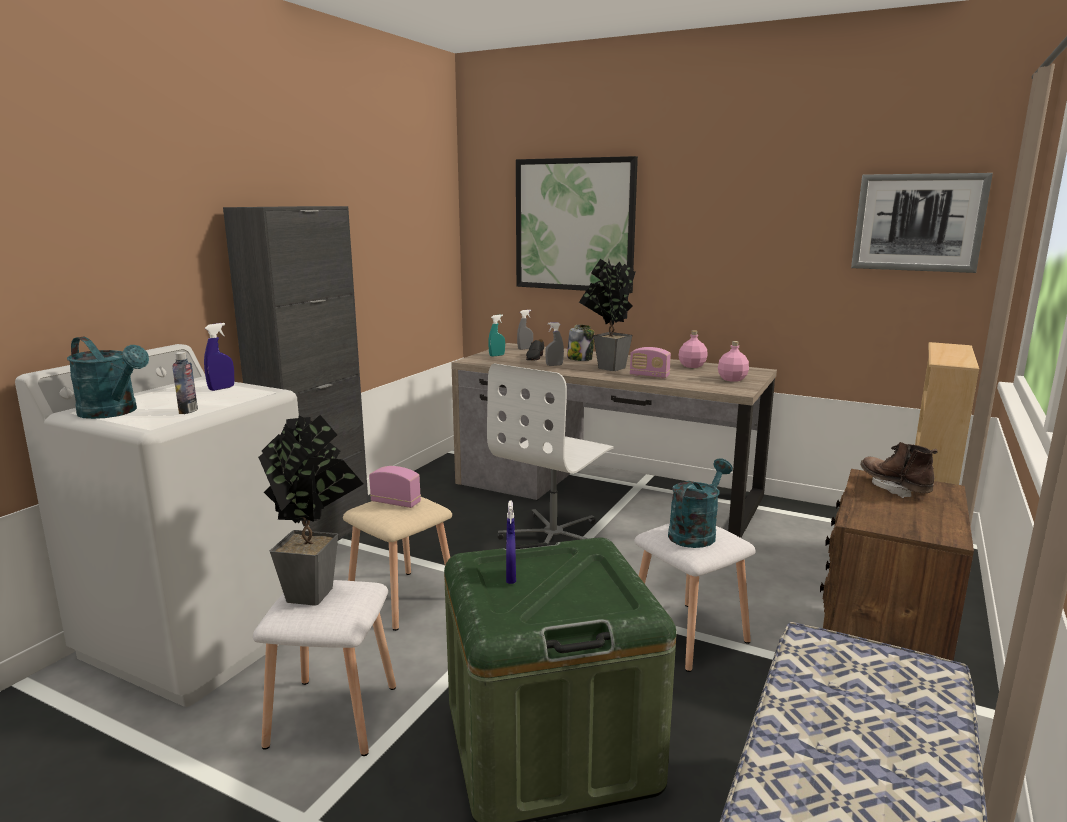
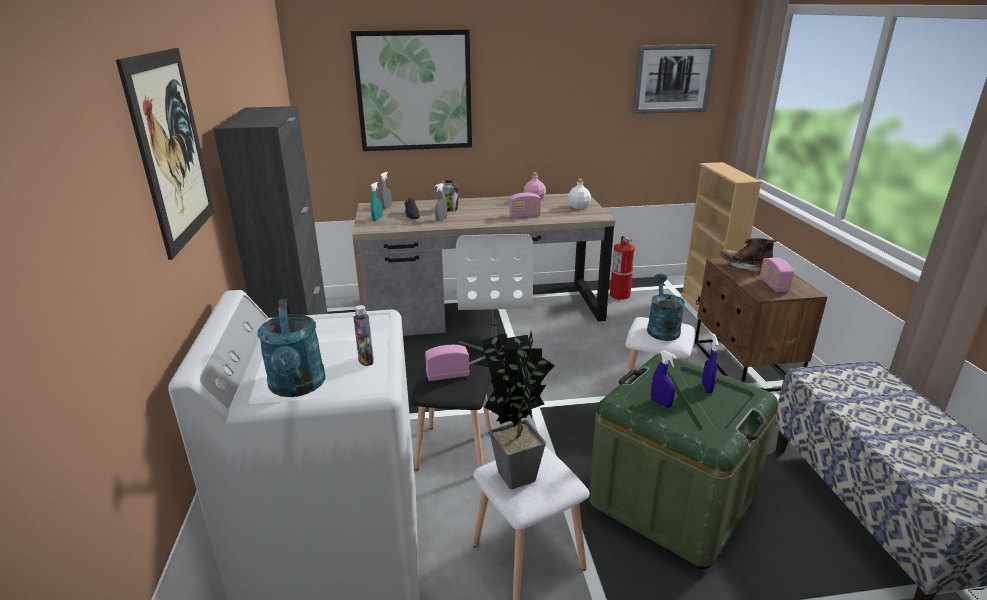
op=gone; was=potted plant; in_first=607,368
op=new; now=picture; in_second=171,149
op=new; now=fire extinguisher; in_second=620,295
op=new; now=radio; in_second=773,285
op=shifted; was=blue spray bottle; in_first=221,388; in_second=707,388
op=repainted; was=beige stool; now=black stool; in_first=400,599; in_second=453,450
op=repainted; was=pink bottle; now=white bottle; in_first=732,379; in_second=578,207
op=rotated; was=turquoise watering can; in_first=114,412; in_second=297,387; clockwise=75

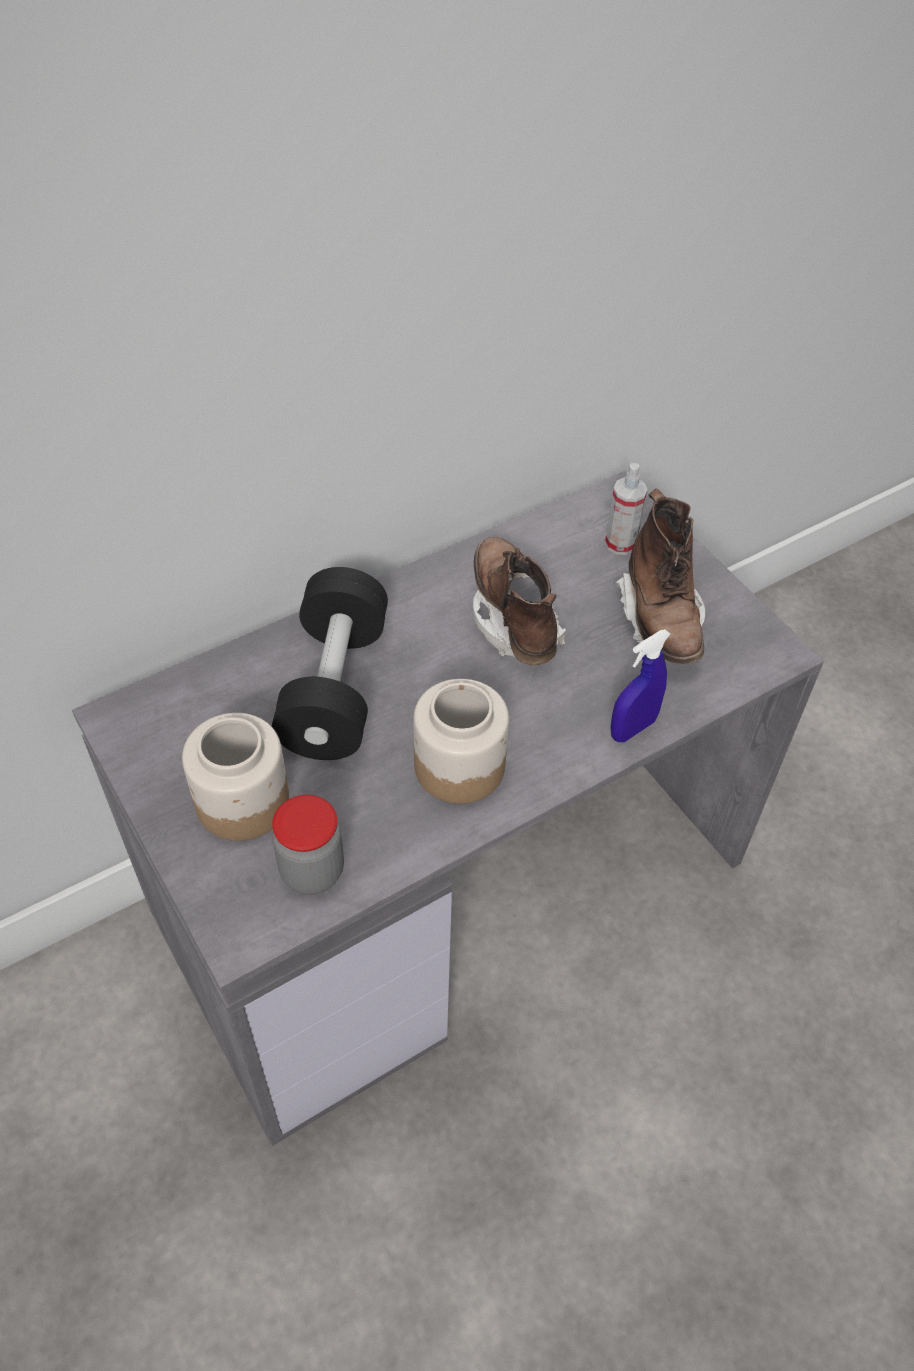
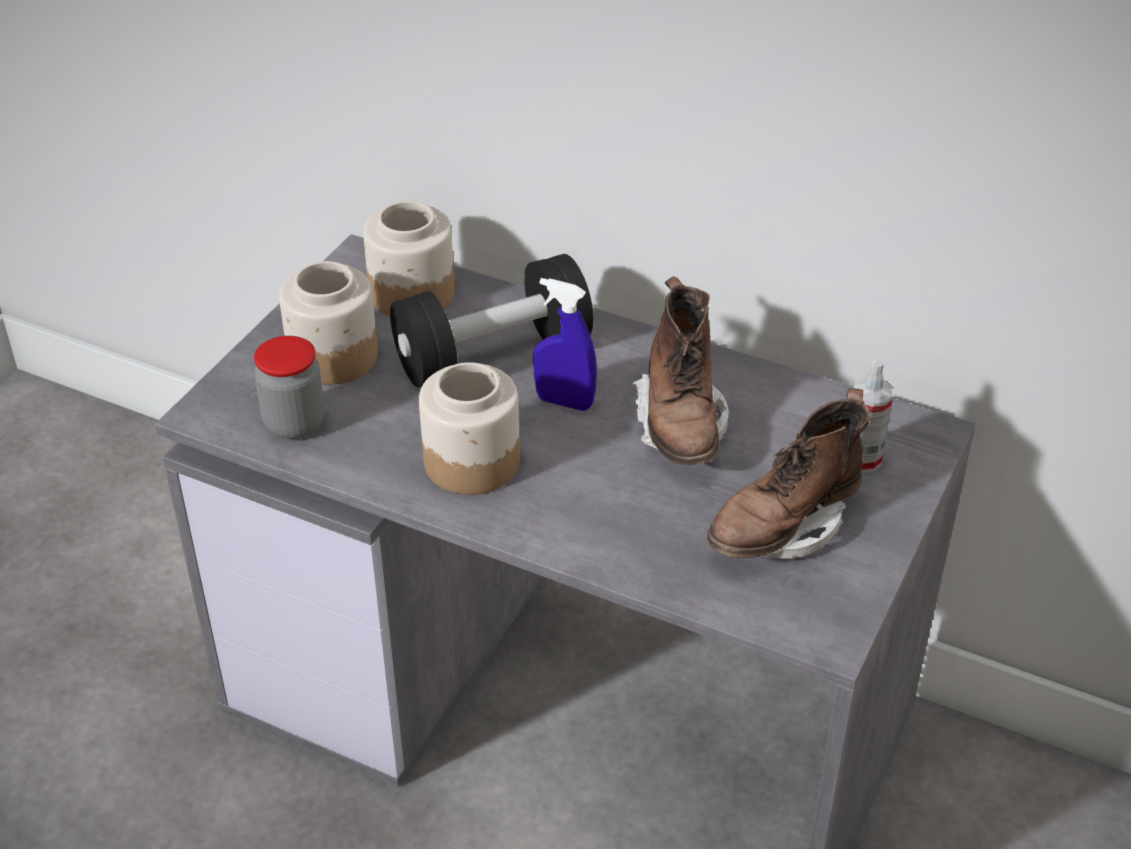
op=new; now=jar; in_second=411,293
op=shifted; was=blue spray bottle; in_first=632,728; in_second=564,402
op=rotated; was=brown boot; in_first=513,619; in_second=680,426; clockwise=135

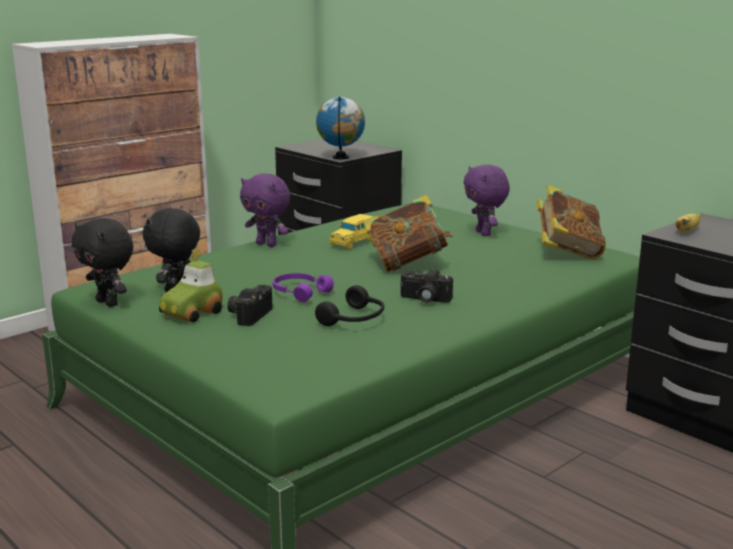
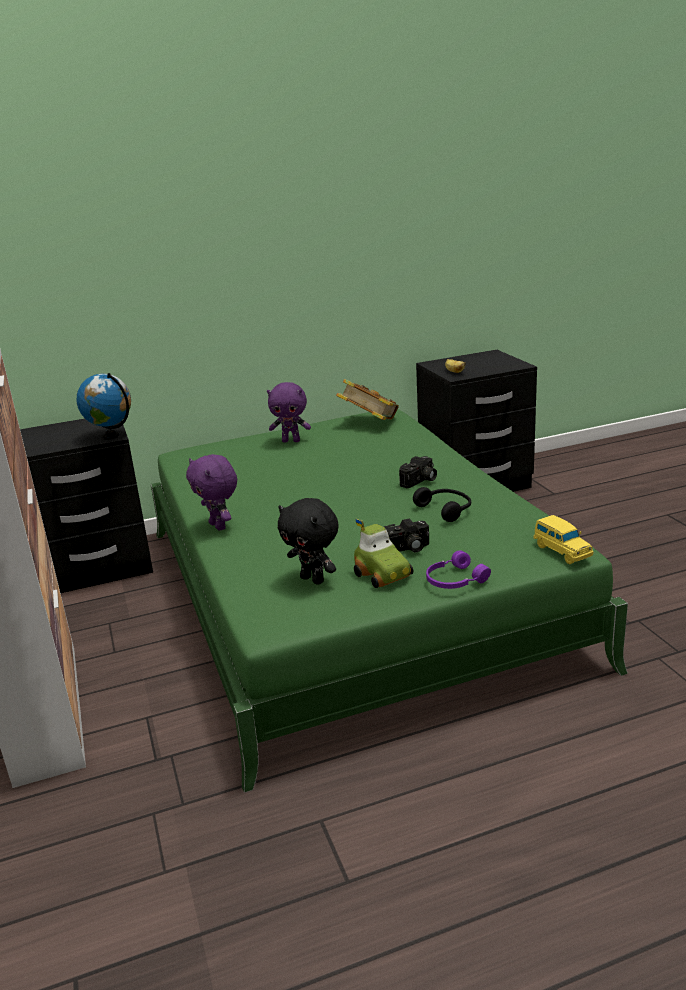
op=gone; was=black plush toy; in_first=109,303
op=gone; was=book; in_first=407,263
op=shifted; was=purple headphones; in_first=300,292; in_second=454,580
op=shifted; was=yellow toy car; in_first=354,242; in_second=561,551
op=rotated; was=photo camera; in_first=249,314; in_second=406,549; clockwise=-60
op=rotated; was=purple plush toy; in_first=267,244; in_second=219,526; clockwise=90

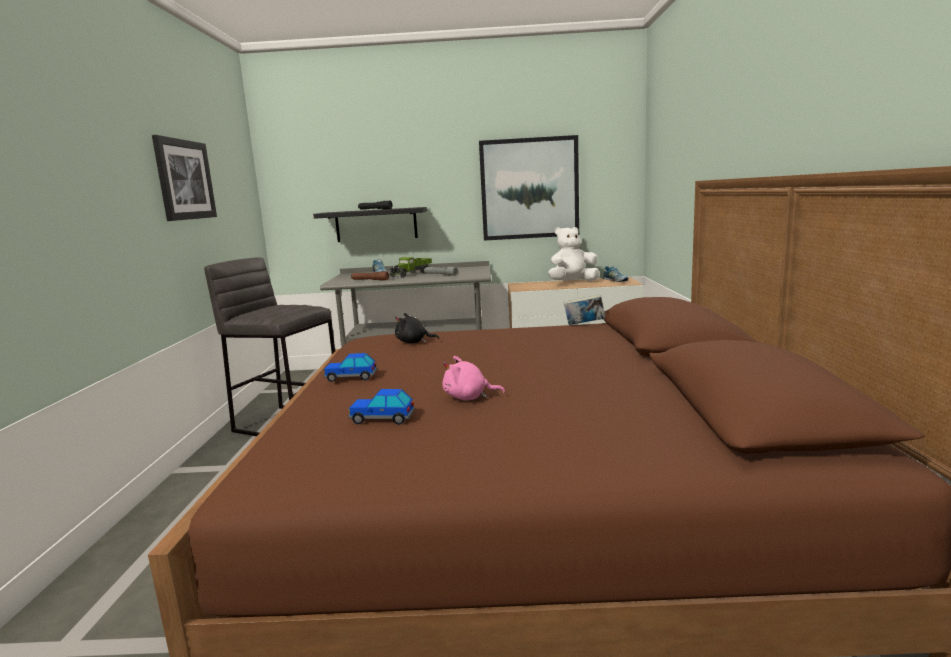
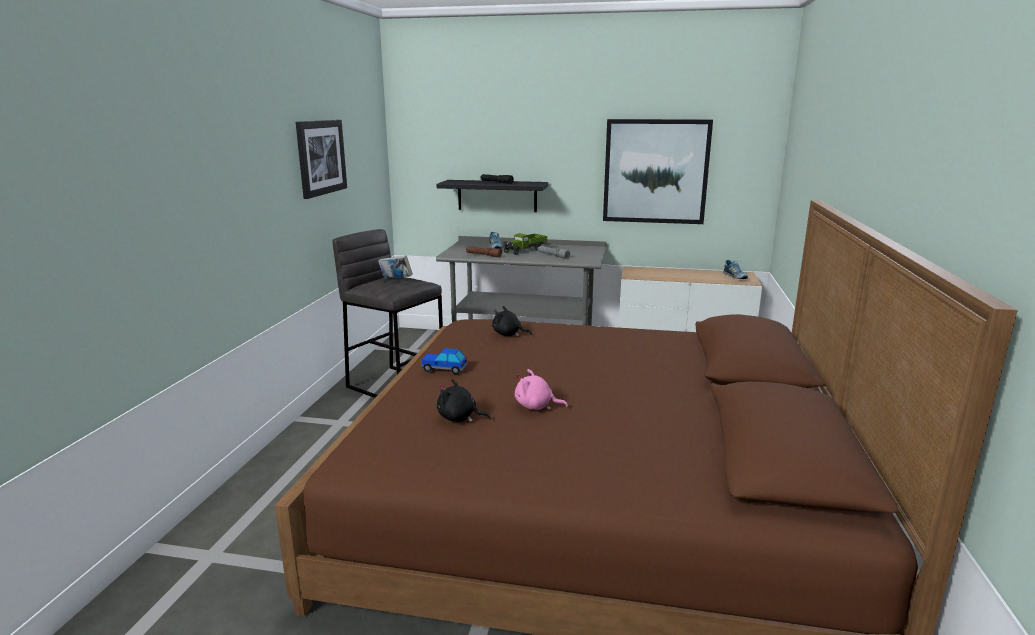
op=gone; was=white plush toy; in_first=572,282
op=shifted; was=book; in_first=584,324; in_second=396,279
op=swapped; was=toy car; now=black plush toy; in_first=382,419; in_second=459,418

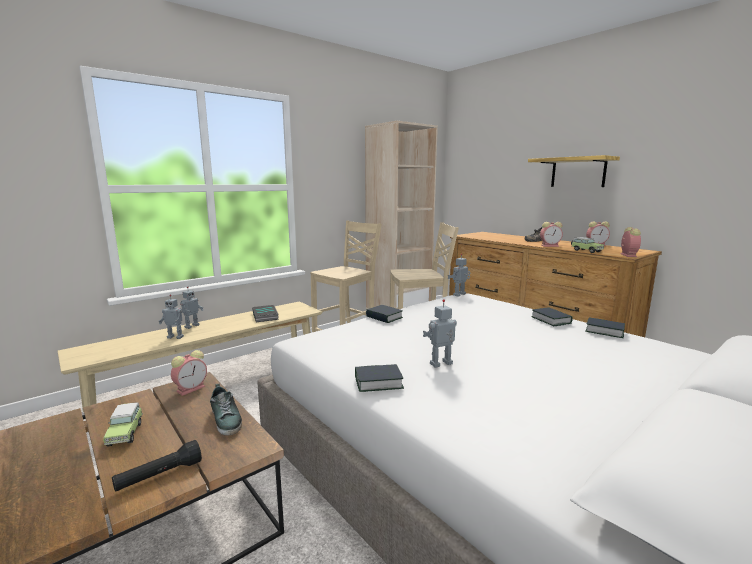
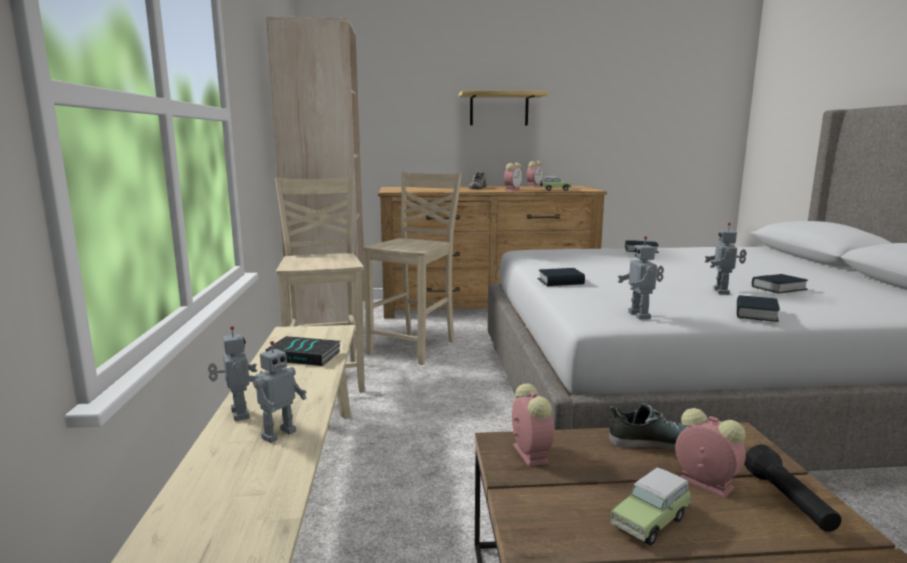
op=shifted; was=toy robot; in_first=460,295; in_second=640,315
op=shifted; was=book; in_first=604,331; in_second=778,288
op=shifted; was=alarm clock; in_first=627,255; in_second=703,483
op=rotated; was=toy car; in_first=125,433; in_second=651,521; clockwise=120

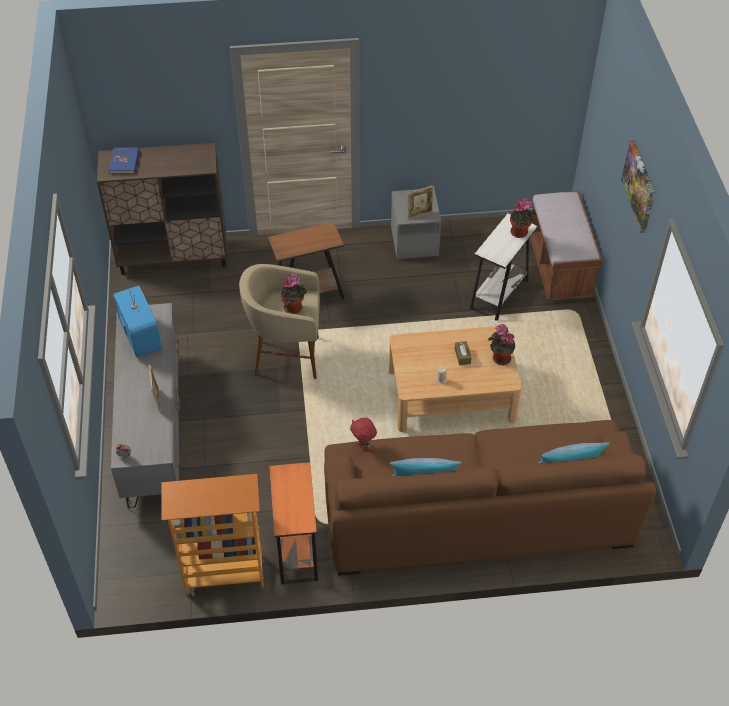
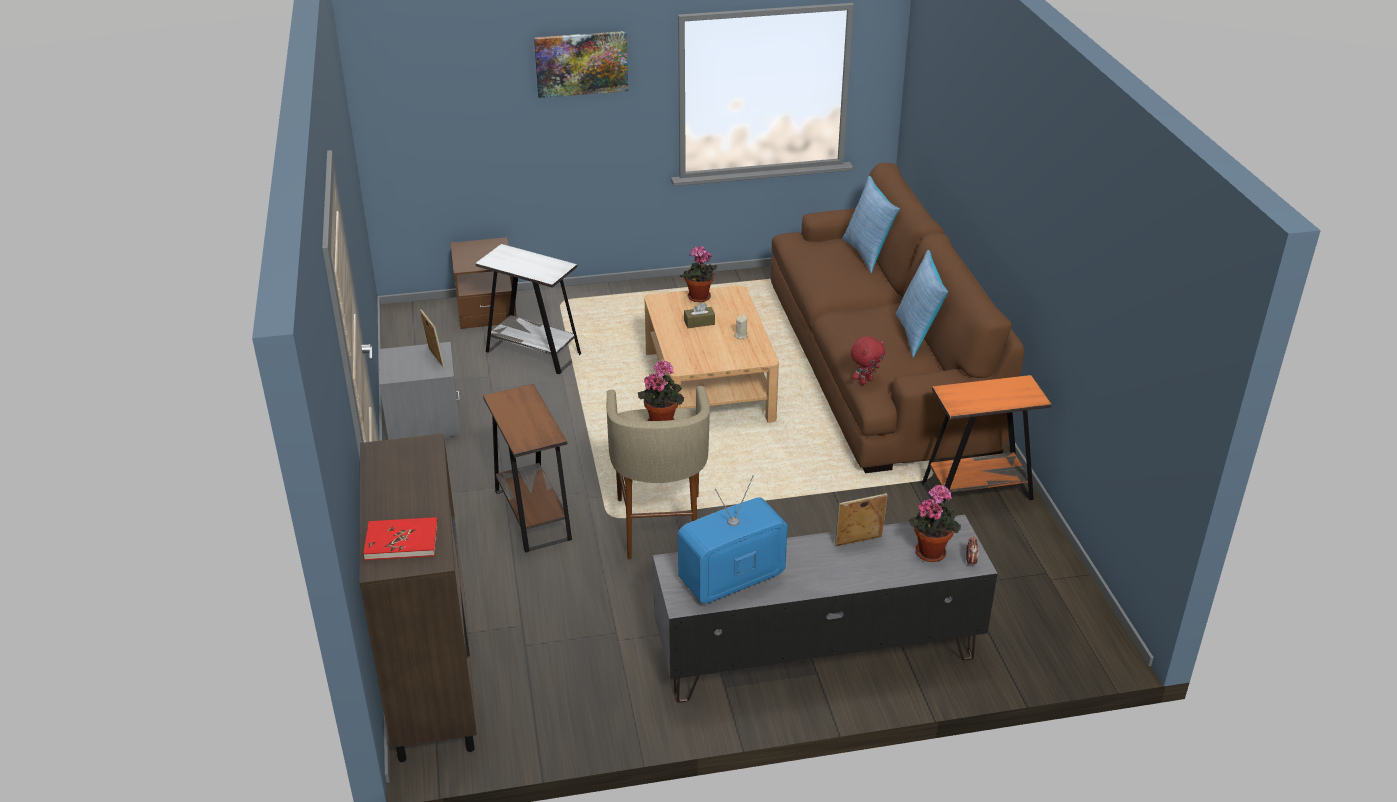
op=gone; was=bookcase; in_first=224,575
op=shifted; was=potted plant; in_first=520,233; in_second=931,551
op=swapped; was=brown bench; now=brown nightstand; in_first=559,268; in_second=486,311
op=repainted; was=blue book; now=red book; in_first=124,162; in_second=402,541

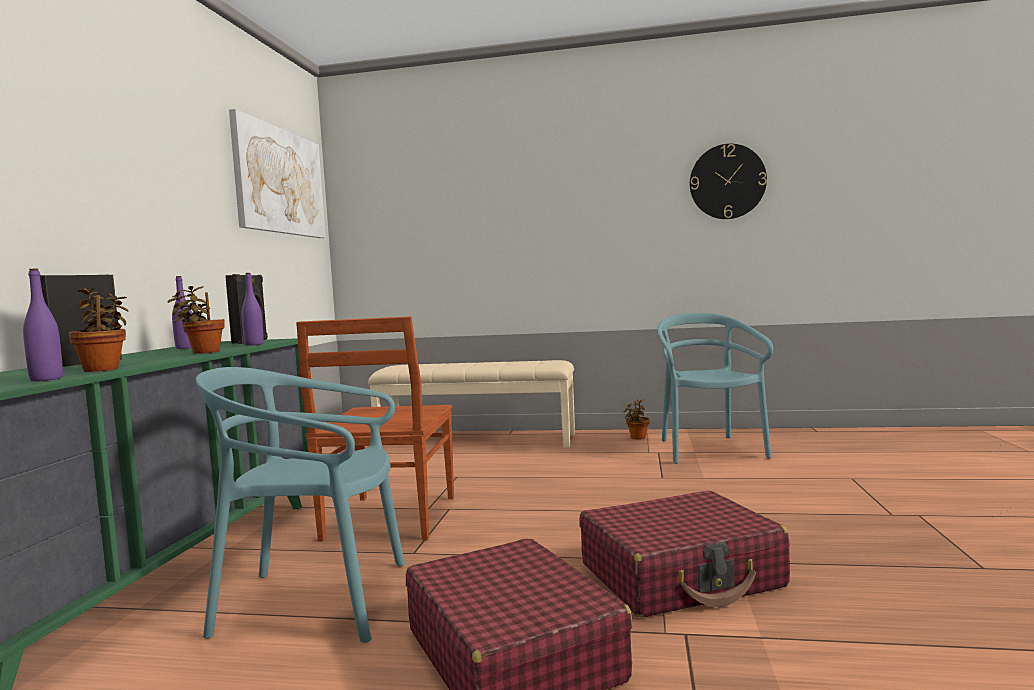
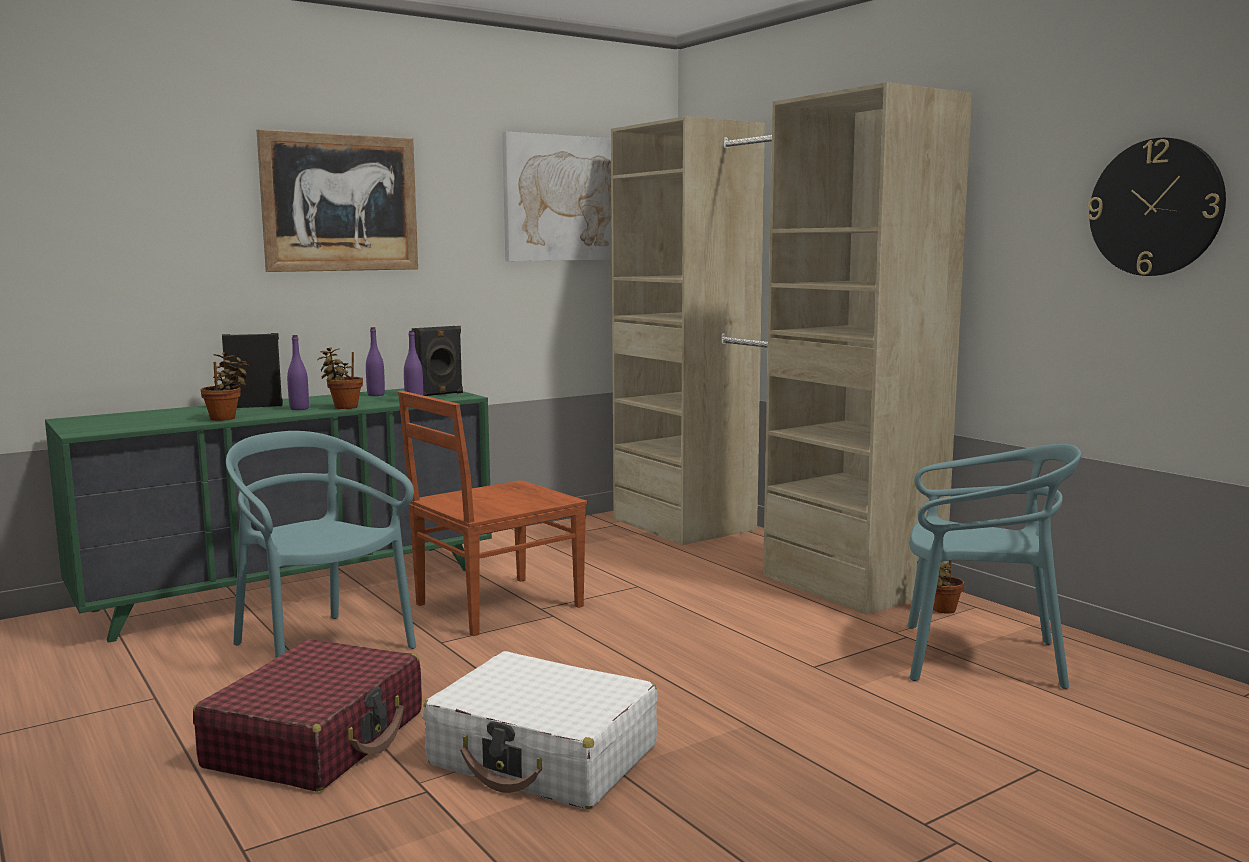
op=new; now=picture; in_second=340,203
op=shifted; was=purple bottle; in_first=46,379; in_second=299,409
op=swapped; was=beige bench; now=beige wardrobe; in_first=477,440; in_second=761,551
op=repainted; was=red suitcase; now=white suitcase; in_first=681,576; in_second=544,756
op=rotated; was=turquoise chair; in_first=709,450; in_second=979,658; clockwise=60

